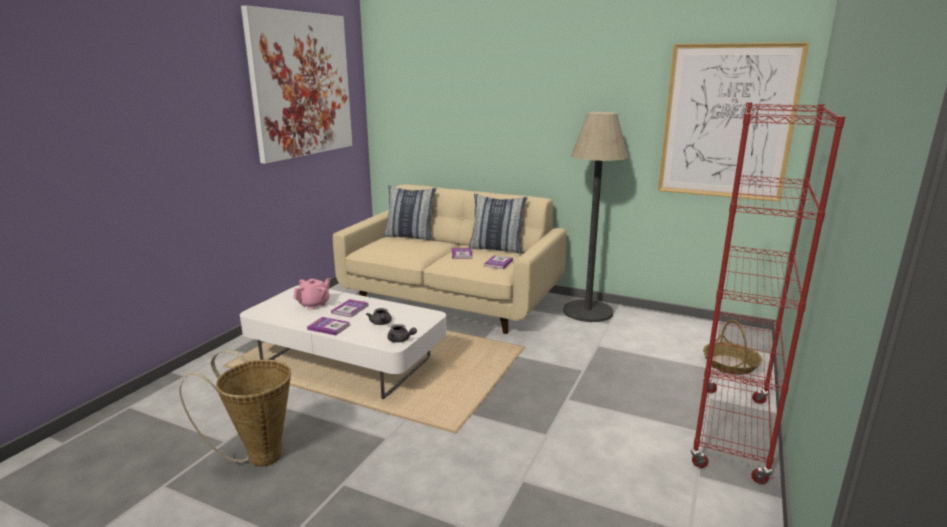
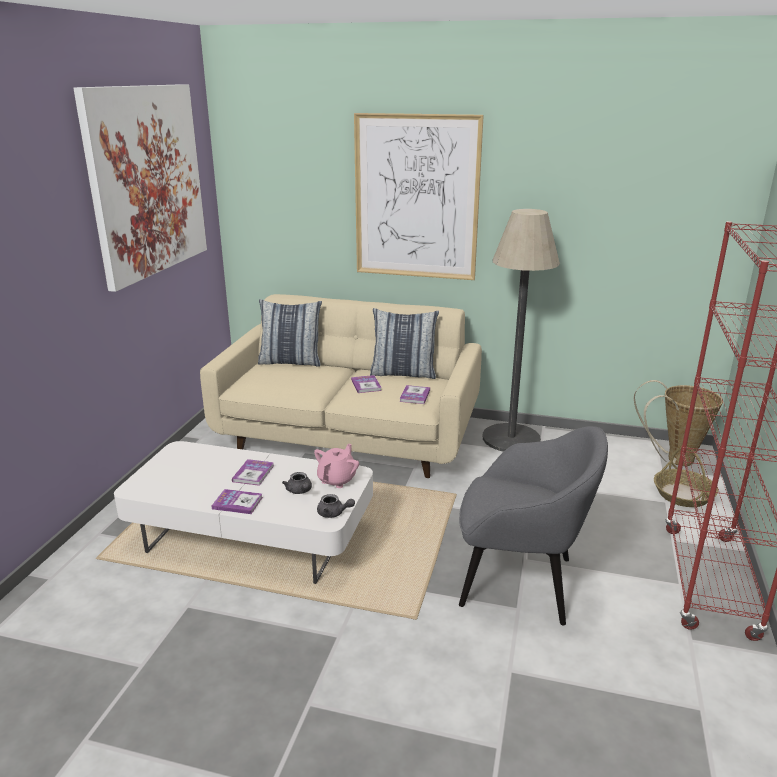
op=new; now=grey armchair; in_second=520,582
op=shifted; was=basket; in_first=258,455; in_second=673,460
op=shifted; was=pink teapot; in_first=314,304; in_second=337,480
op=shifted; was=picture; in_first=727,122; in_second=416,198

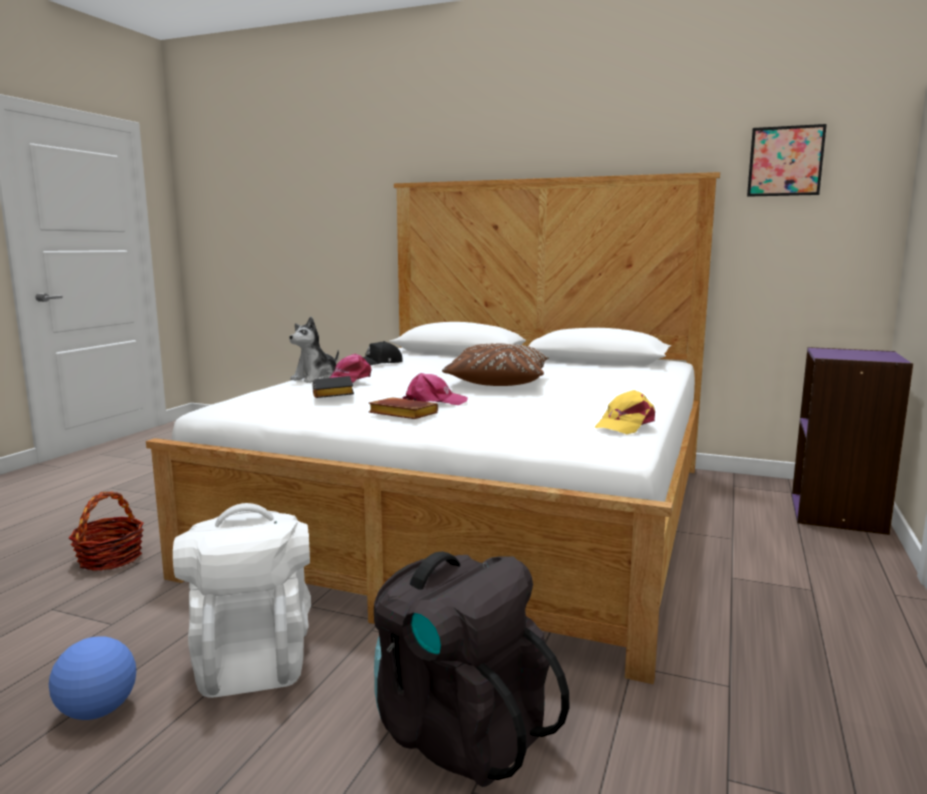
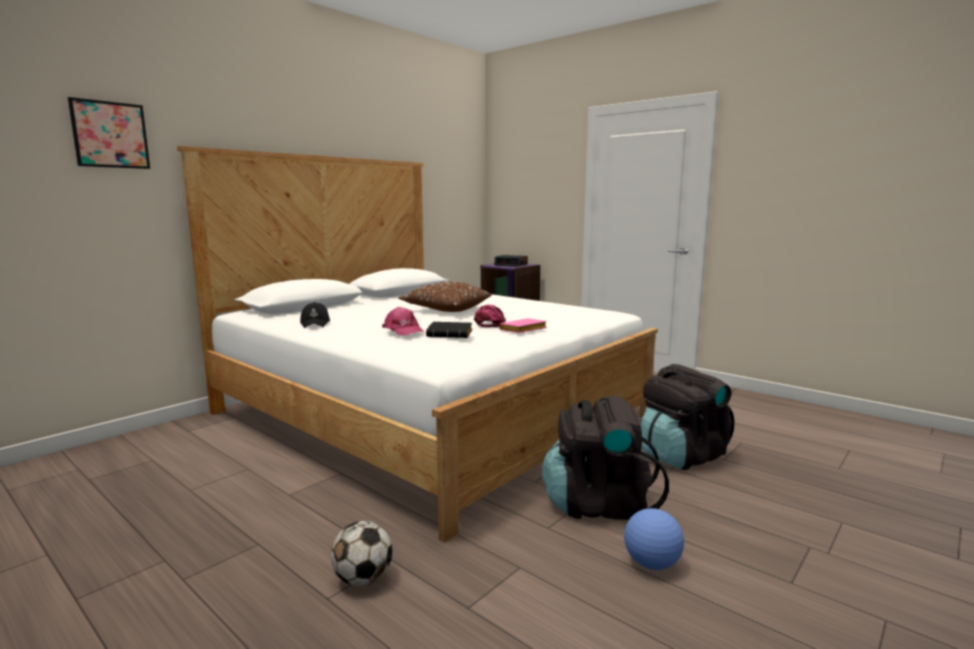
op=gone; was=plush toy; in_first=316,378
op=gone; was=yellow cap; in_first=625,425
op=new; now=alarm clock; in_second=511,264
op=shifted; was=picture; in_first=785,161; in_second=110,135
op=swapped; was=basket; now=football; in_first=110,558; in_second=363,579
op=repainted; was=white backpack; now=black backpack; in_first=252,658; in_second=598,505
op=repainted; was=brown book; now=pink book; in_first=401,414; in_second=523,330

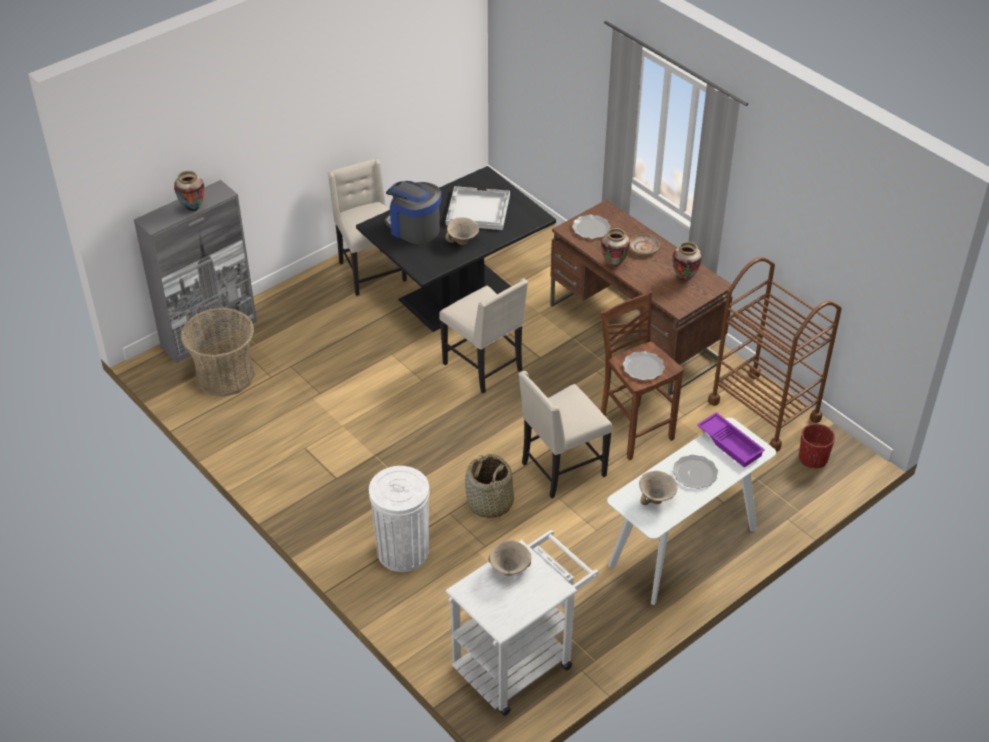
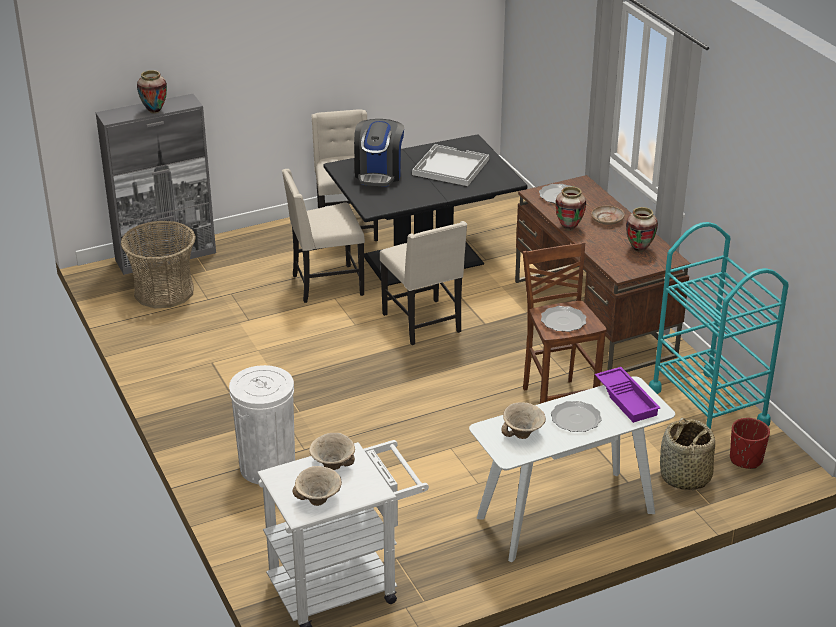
op=shifted; was=beige bowl; in_first=463,241; in_second=319,501
op=shifted; was=basket; in_first=489,503; in_second=685,477
op=shifted; was=beige chair; in_first=561,469; in_second=325,285
op=repainted; was=brown cart; now=turquoise cart; in_first=764,410; in_second=708,407
op=rotated; was=coffee machine; in_first=414,228; in_second=379,173; clockwise=-135

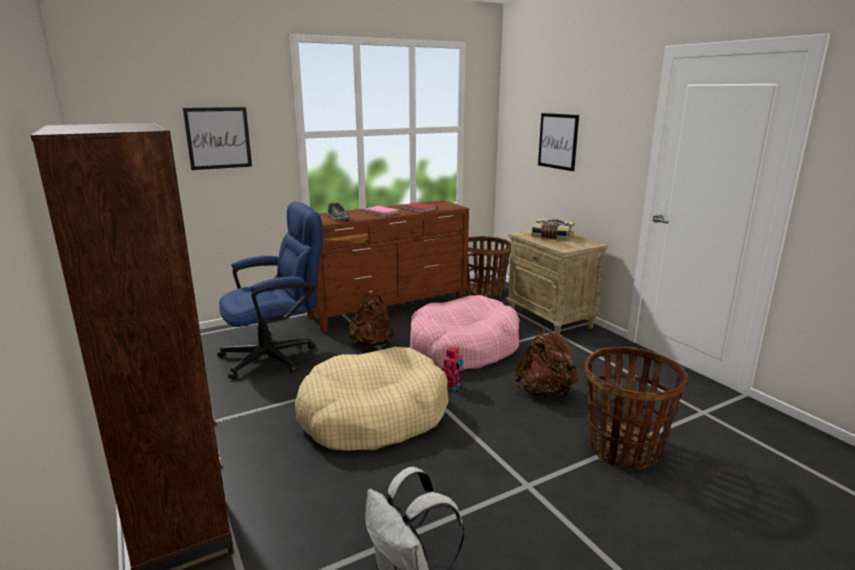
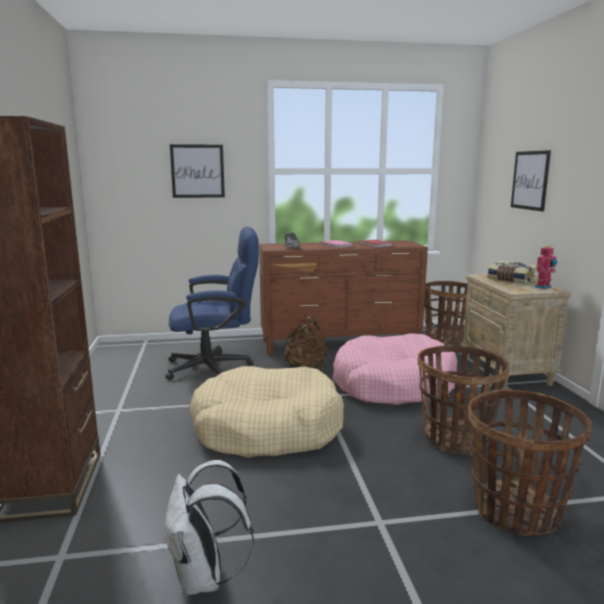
op=shifted; was=toy robot; in_first=453,387; in_second=544,287
op=swapped; was=brown backpack; now=basket; in_first=545,392; in_second=456,439

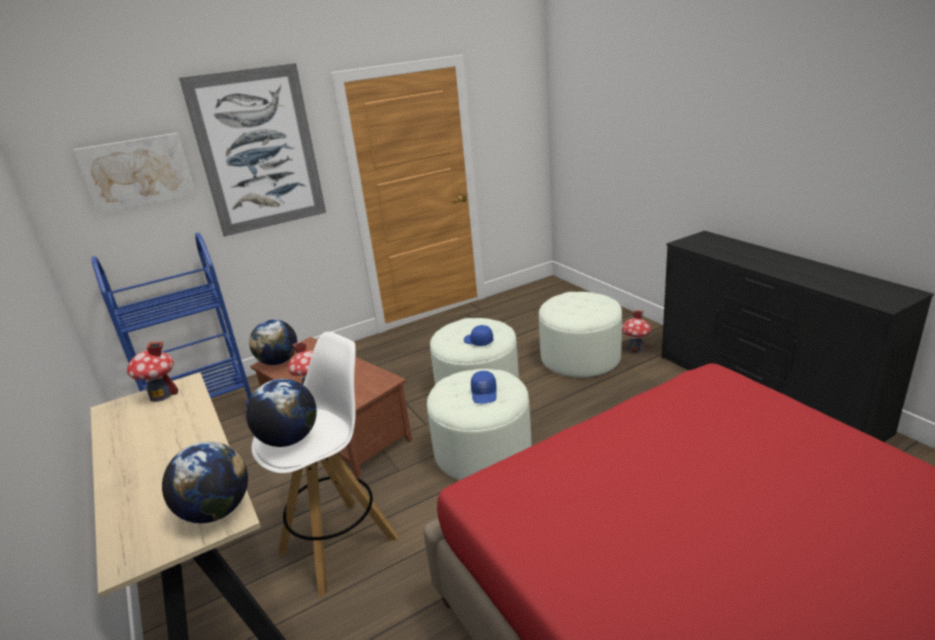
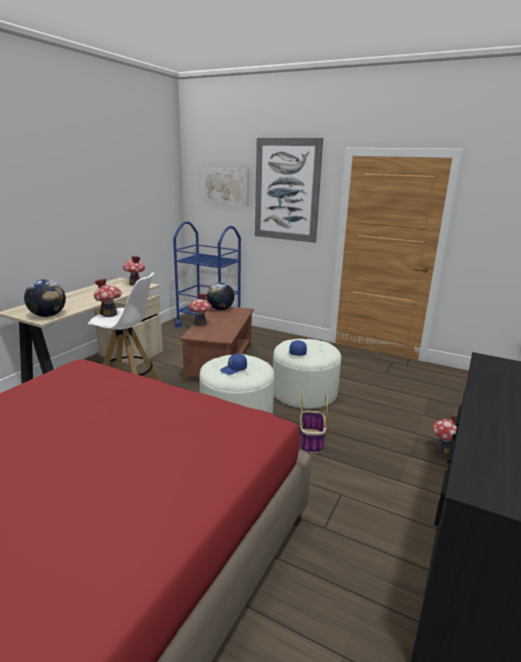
op=gone; was=white ottoman; in_first=580,358
op=new; now=basket; in_second=311,441
op=swapped; was=globe; now=toy house; in_first=289,439; in_second=109,314

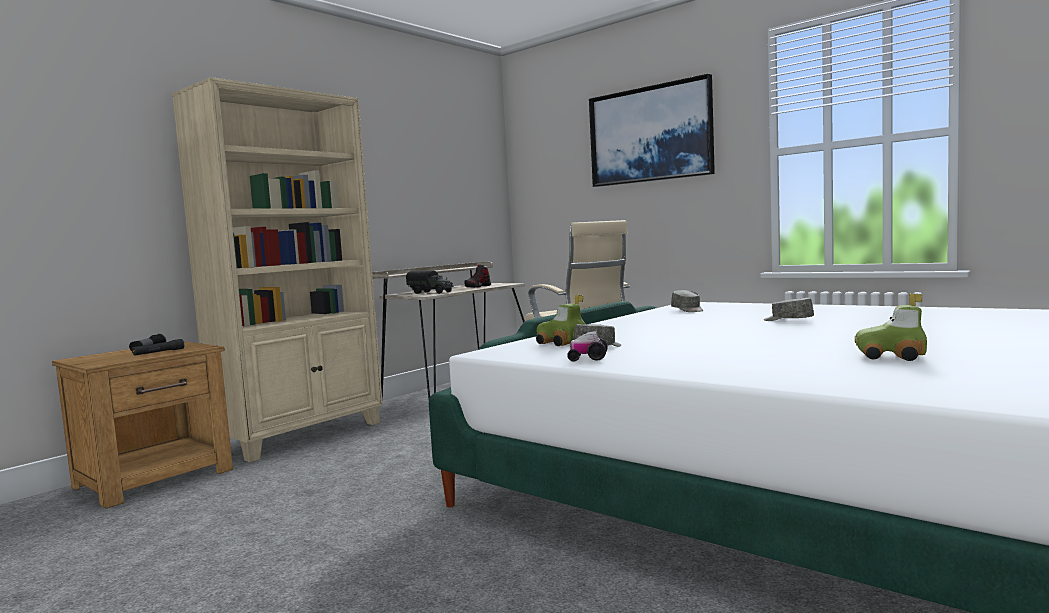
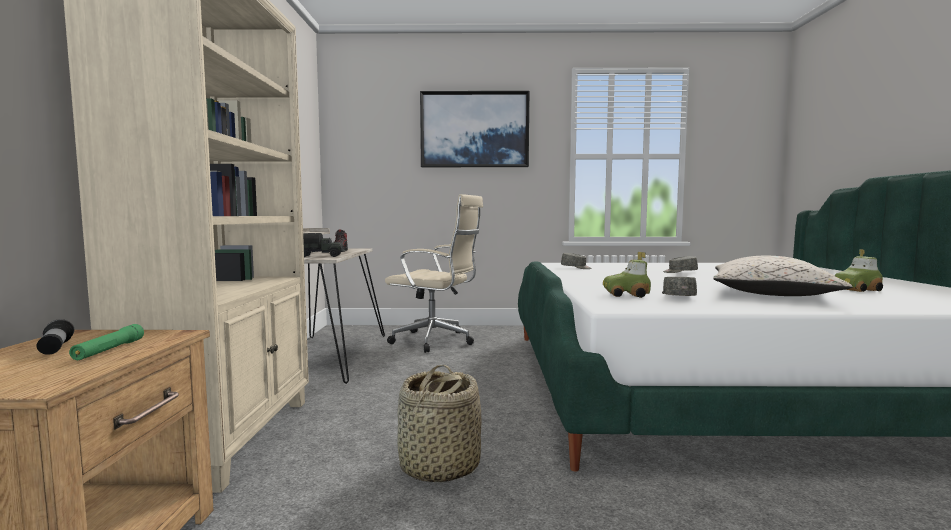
op=gone; was=toy car; in_first=588,359
op=new; now=basket; in_second=438,466
op=new; now=beige pillow; in_second=771,294
op=repainted; was=black flashlight; now=green flashlight; in_first=158,352; in_second=109,350

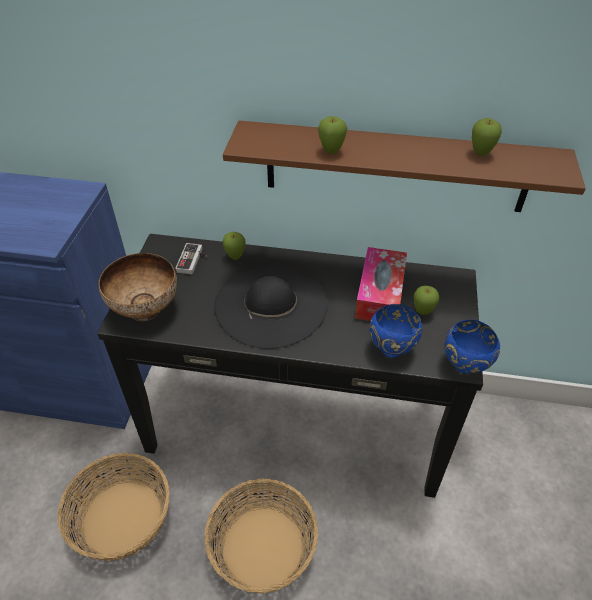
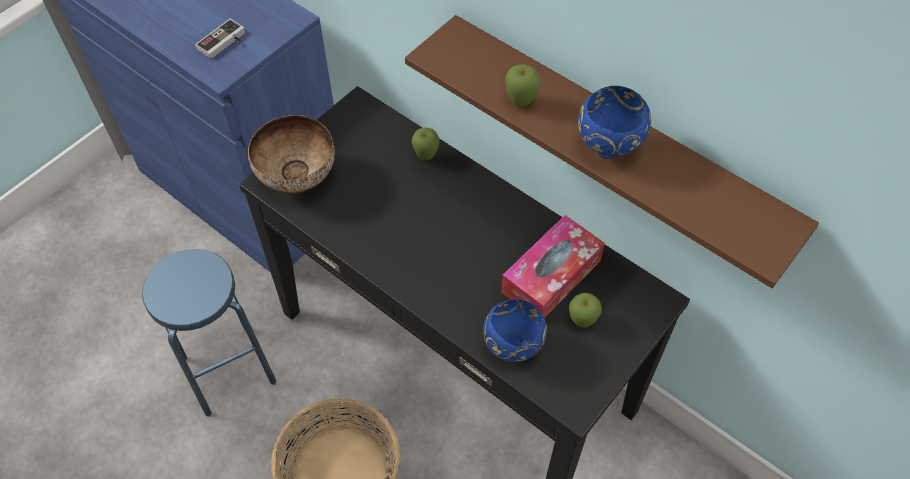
op=gone; was=black hat; in_first=271,305
op=gone; was=apple; in_first=480,154
op=shifted; was=game controller; in_first=193,261; in_second=224,43
op=shifted; was=blue bowl; in_first=464,367; in_second=607,150
op=swapped; was=basket; now=blue stool; in_first=123,517; in_second=228,370

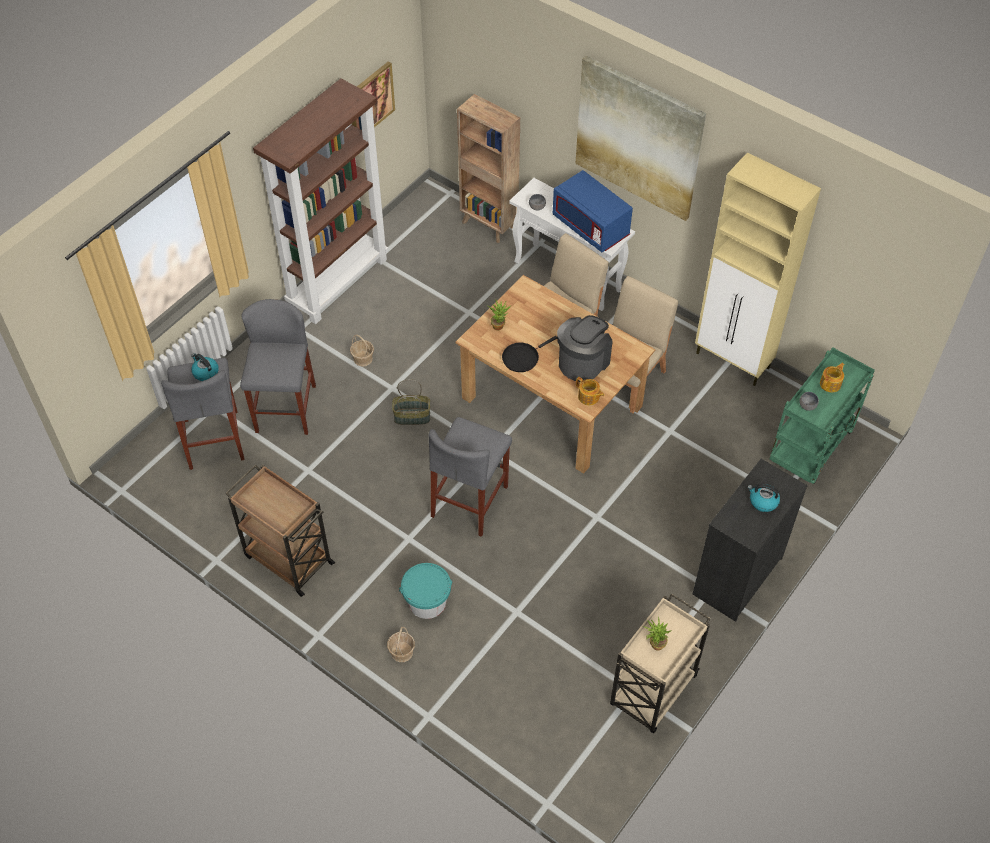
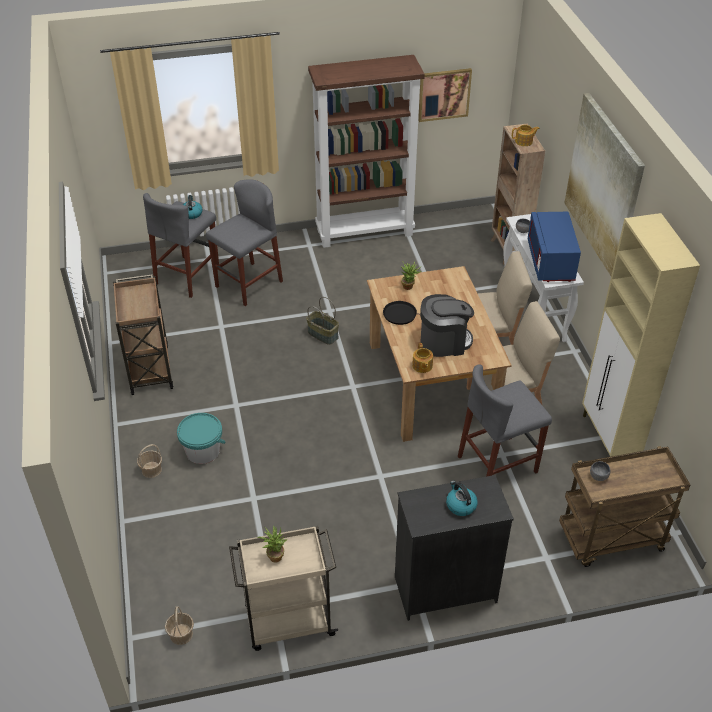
op=shifted; was=basket; in_first=363,358; in_second=181,634
op=shifted; was=grey stool; in_first=470,501; in_second=497,464
op=shifted; was=teapot; in_first=831,384; in_second=524,141
op=repainted; was=green cart; now=brown cart; in_first=811,449; in_second=611,540

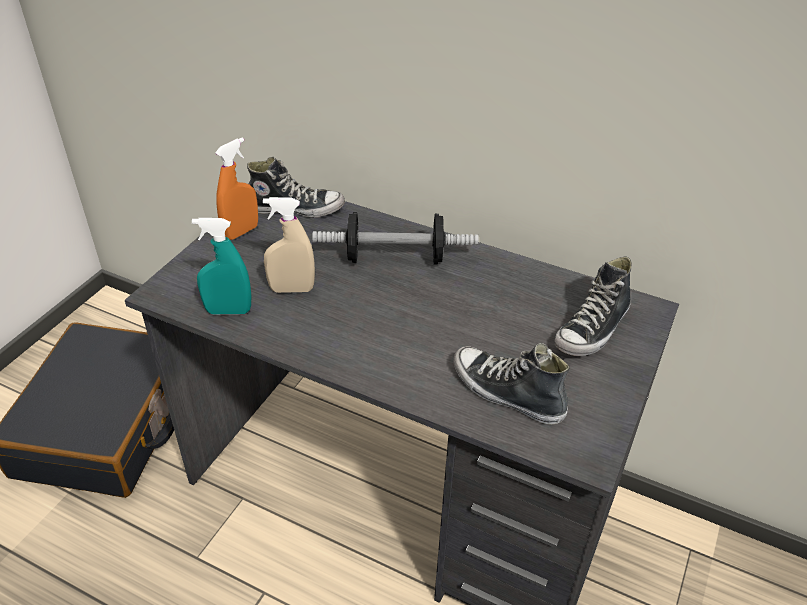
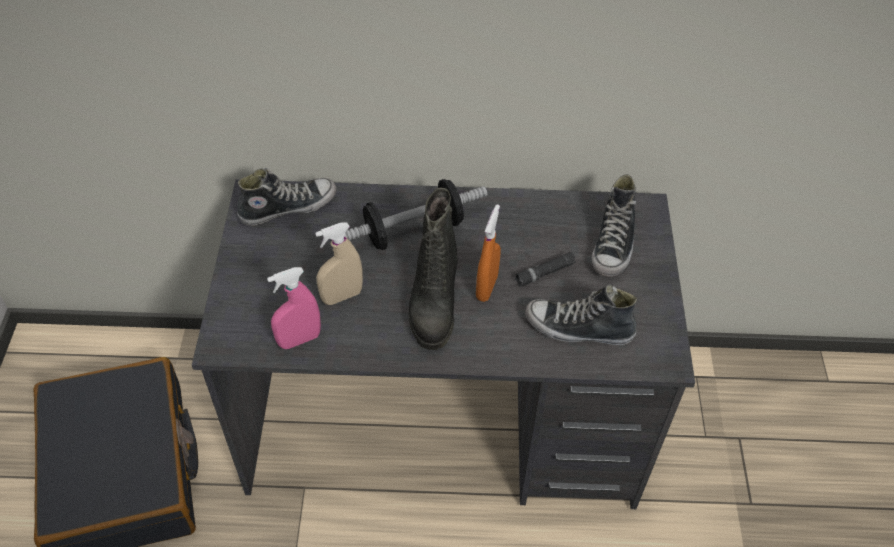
op=new; now=black boot; in_second=432,302
op=new; now=black flashlight; in_second=544,273
op=shifted; was=orange spray bottle; in_first=241,232; in_second=486,287
op=repainted; was=turquoise spray bottle; now=pink spray bottle; in_first=228,311; in_second=299,340

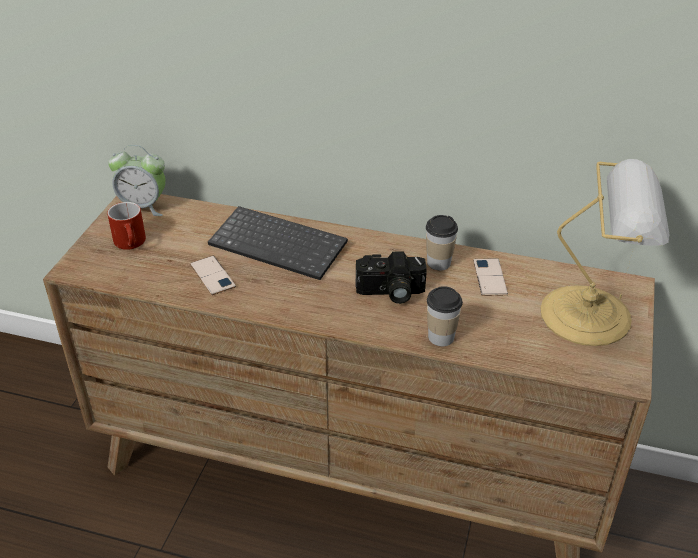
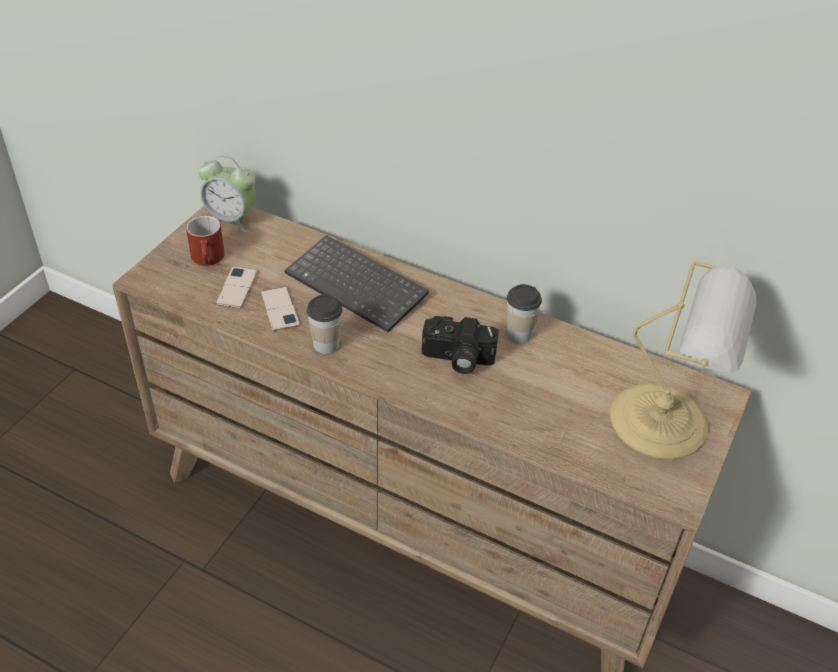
op=shifted; was=cup; in_first=441,337; in_second=326,344
op=shifted; was=phone; in_first=490,277; in_second=236,287

